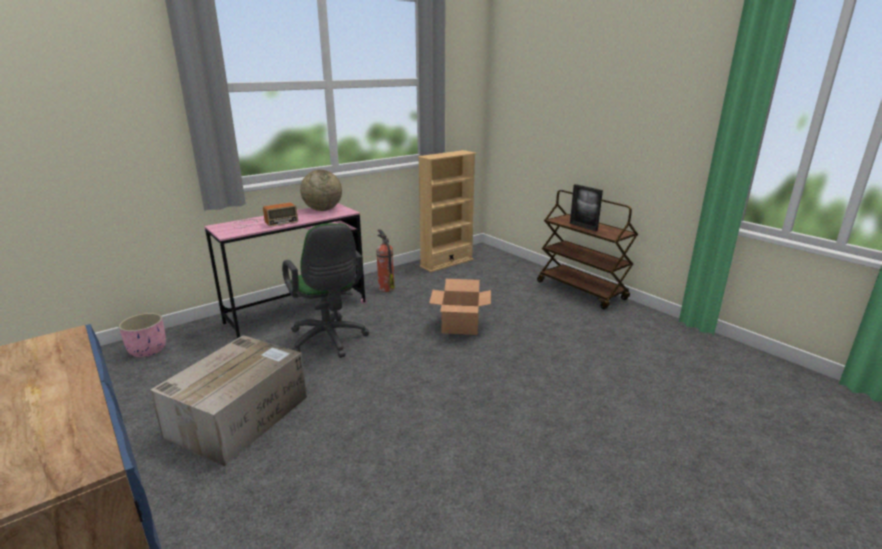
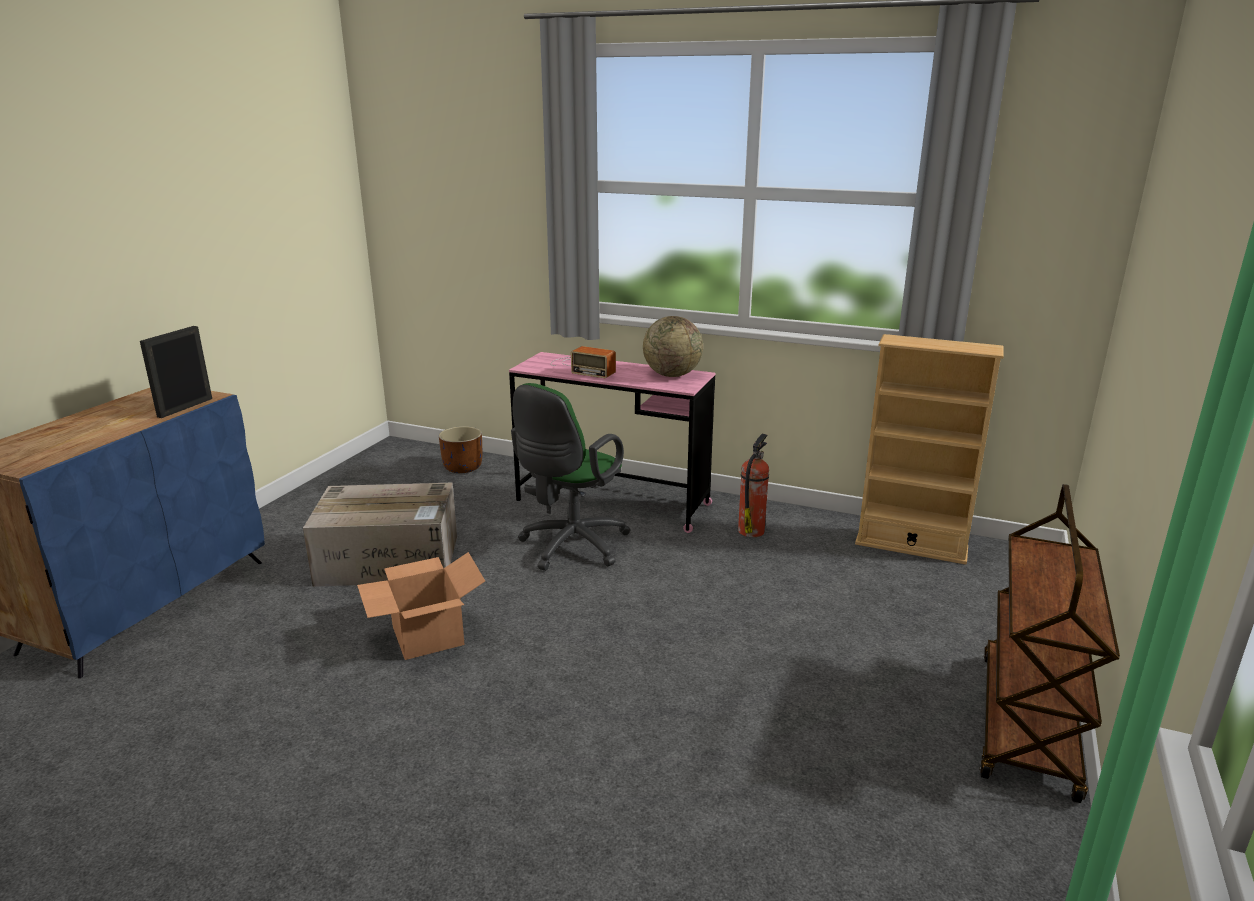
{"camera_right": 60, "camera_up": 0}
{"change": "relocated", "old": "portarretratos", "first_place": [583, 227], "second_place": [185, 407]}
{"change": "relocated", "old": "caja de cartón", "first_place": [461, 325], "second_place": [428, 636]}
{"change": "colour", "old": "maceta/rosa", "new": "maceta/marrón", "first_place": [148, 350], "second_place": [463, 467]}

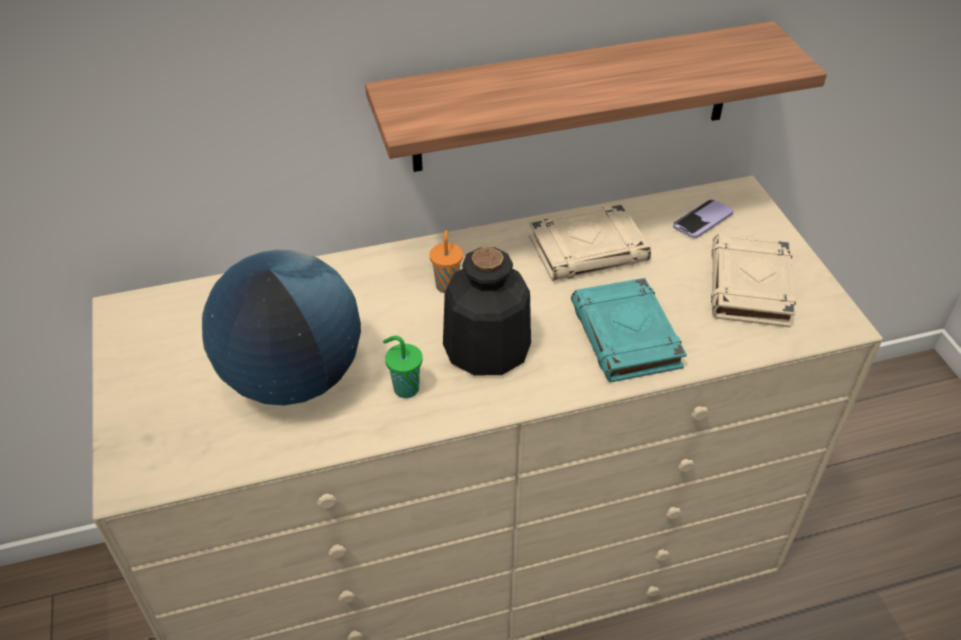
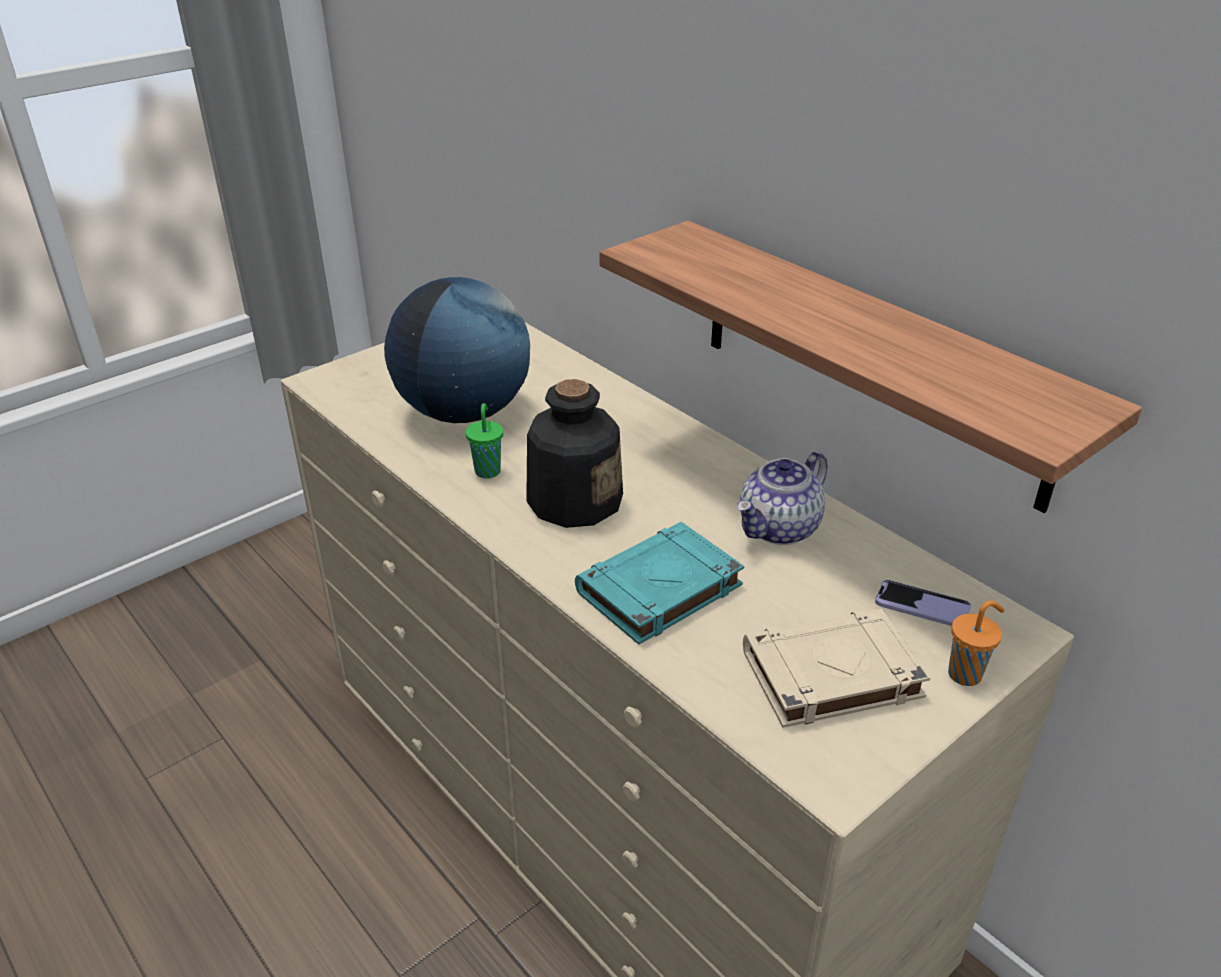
{"camera_right": 65, "camera_up": -10}
{"change": "exchanged", "old": "libro/beis", "new": "tetera", "first_place": [589, 249], "second_place": [779, 529]}
{"change": "relocated", "old": "taza/naranja", "first_place": [447, 285], "second_place": [966, 674]}

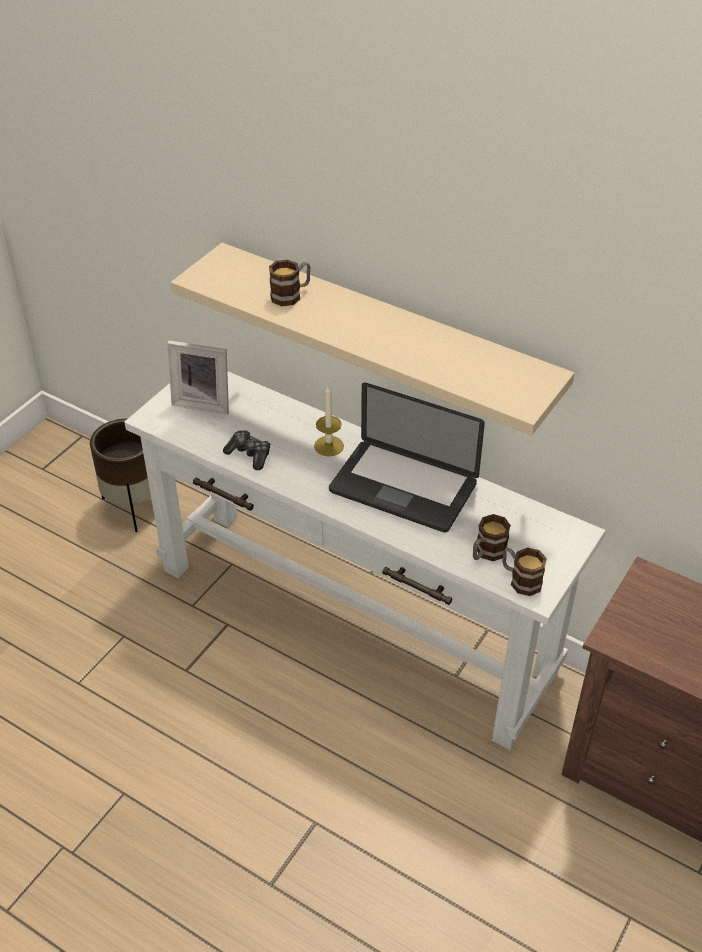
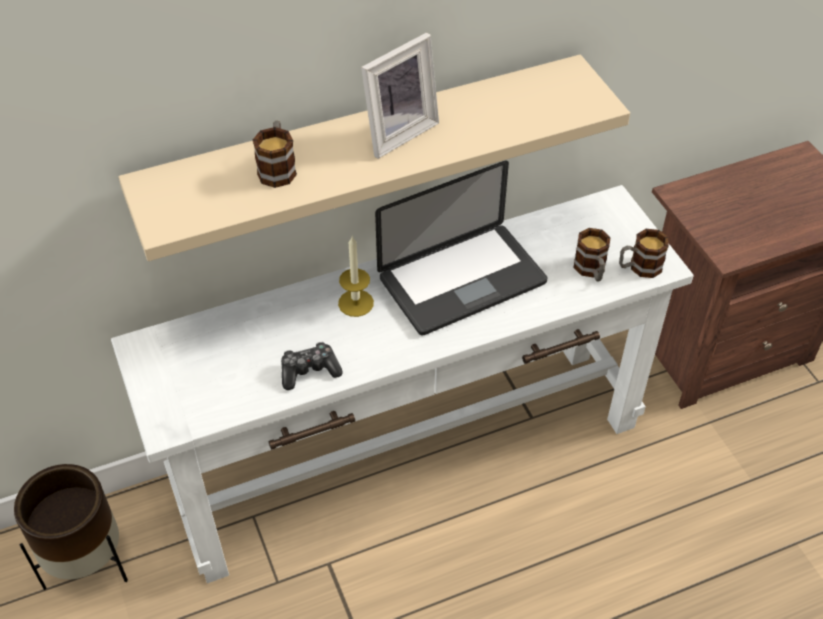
{"camera_right": -55, "camera_up": 5}
{"change": "relocated", "old": "portarretratos", "first_place": [203, 402], "second_place": [397, 132]}

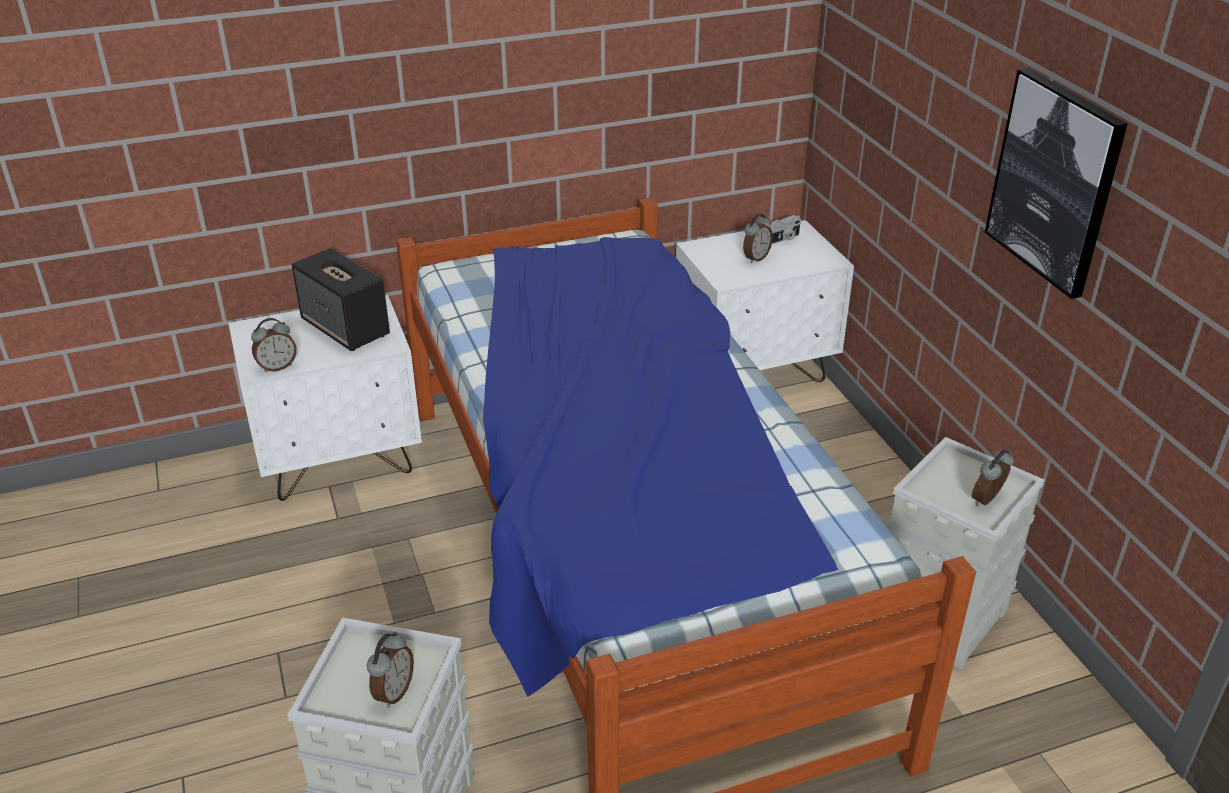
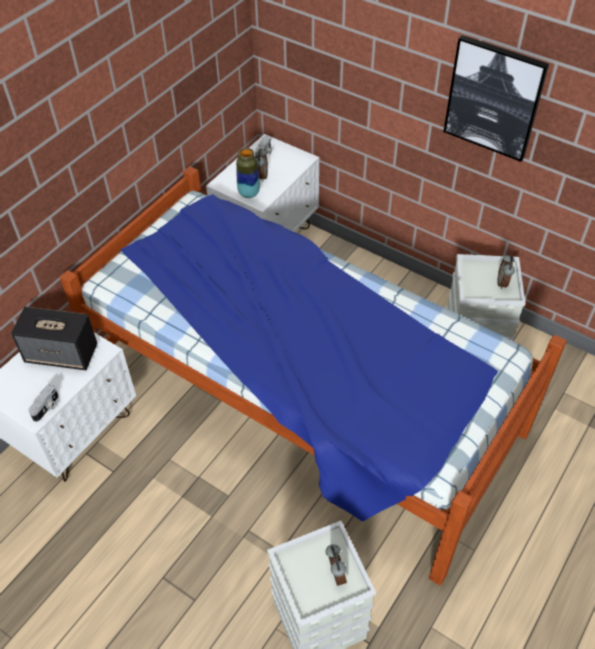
{"camera_right": -35, "camera_up": 15}
{"change": "exchanged", "old": "despertador", "new": "cámara", "first_place": [277, 367], "second_place": [47, 407]}
{"change": "appeared", "new": "florero", "second_place": [249, 193]}

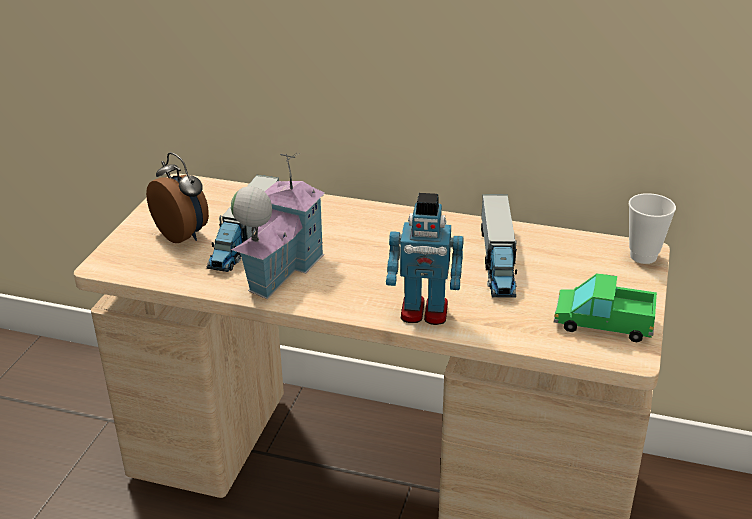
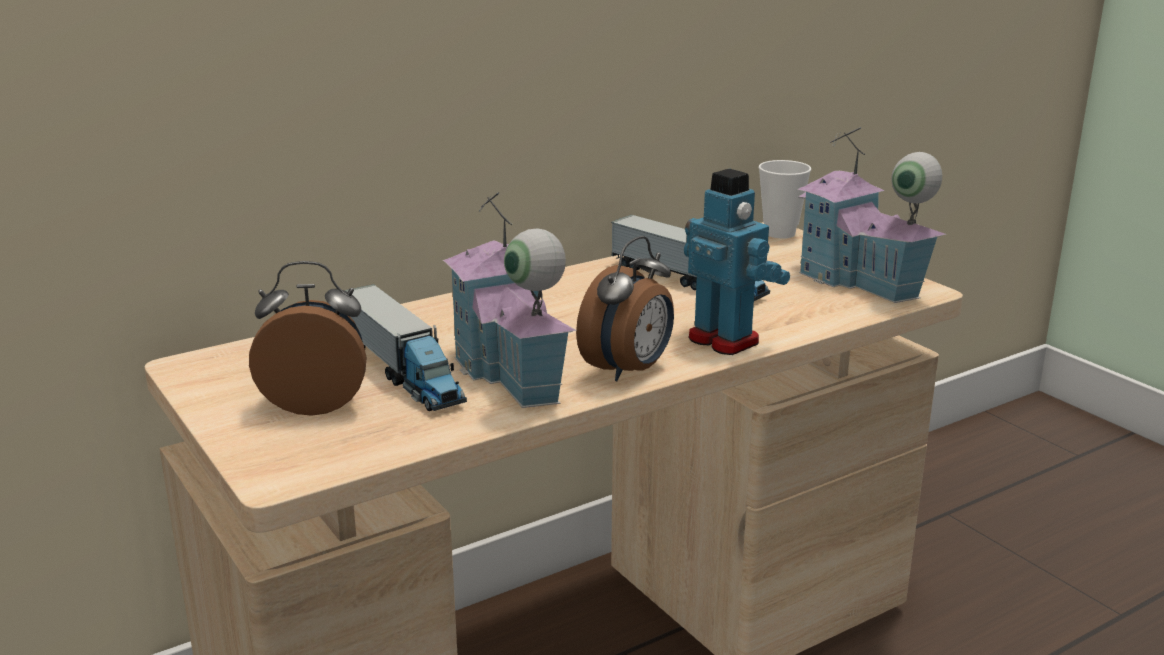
{"camera_right": -50, "camera_up": -10}
{"change": "spun", "old": "robot de juguete", "first_place": [424, 313], "second_place": [724, 340], "degrees": -90}
{"change": "exchanged", "old": "camión de juguete", "new": "casita", "first_place": [603, 323], "second_place": [858, 282]}
{"change": "appeared", "new": "despertador", "second_place": [629, 370]}

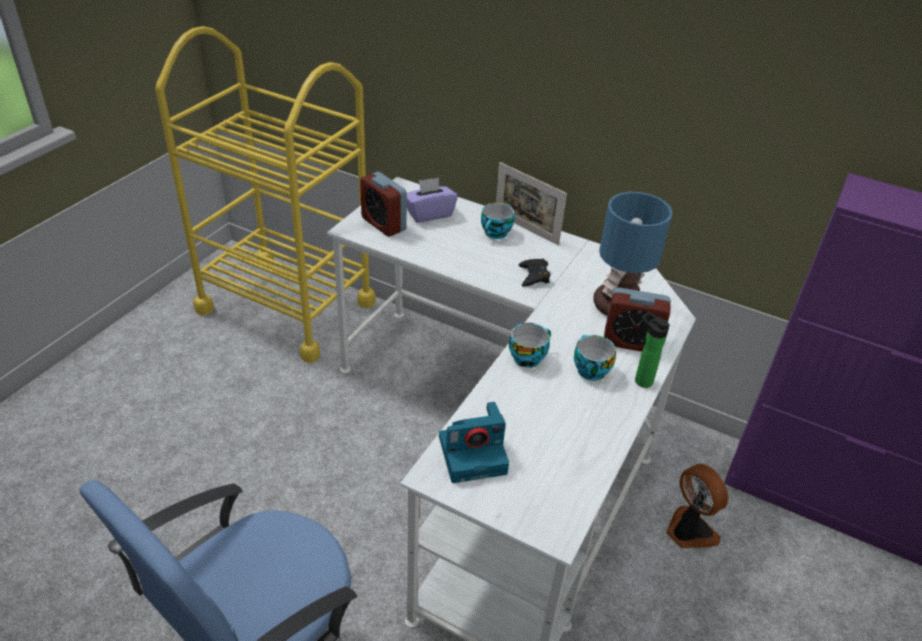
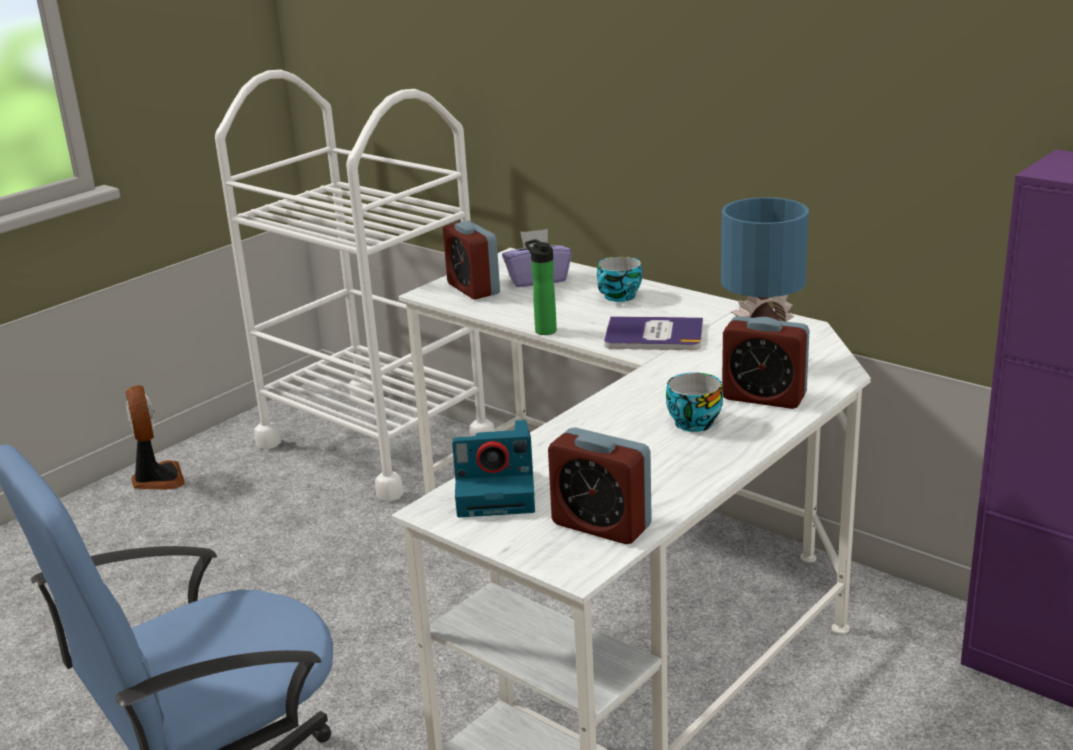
{"camera_right": 15, "camera_up": -15}
{"change": "colour", "old": "carrito/amarillo", "new": "carrito/blanco", "first_place": [287, 306], "second_place": [375, 443]}
{"change": "missing", "old": "portarretratos", "first_place": [526, 228]}
{"change": "exchanged", "old": "mando de consola/negro", "new": "libro", "first_place": [534, 276], "second_place": [654, 335]}
{"change": "relocated", "old": "botella", "first_place": [641, 380], "second_place": [543, 330]}
{"change": "missing", "old": "taza", "first_place": [528, 357]}
{"change": "relocated", "old": "ventilador", "first_place": [688, 531], "second_place": [157, 479]}
{"change": "appeared", "new": "despertador", "second_place": [601, 525]}

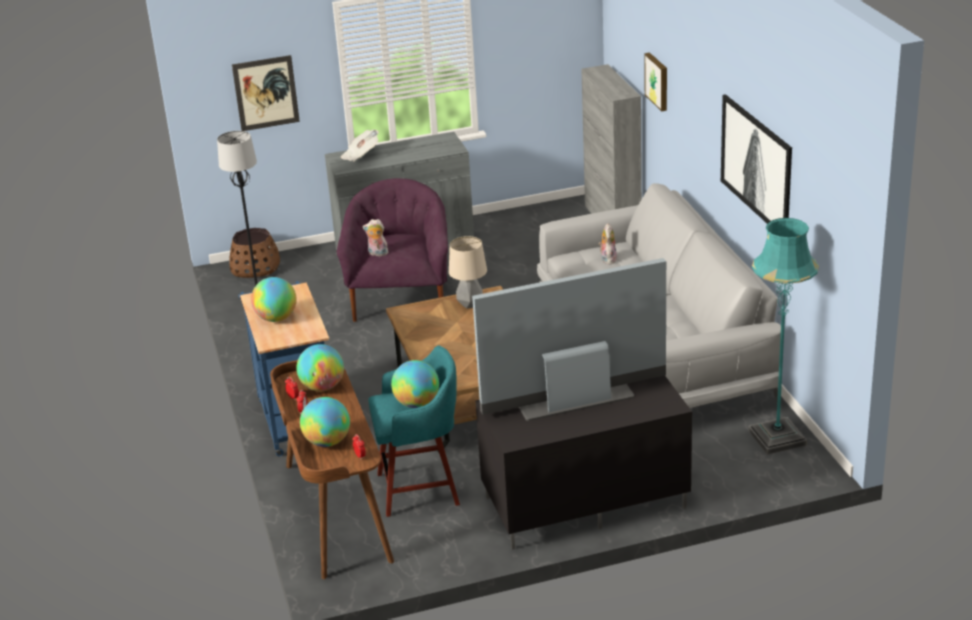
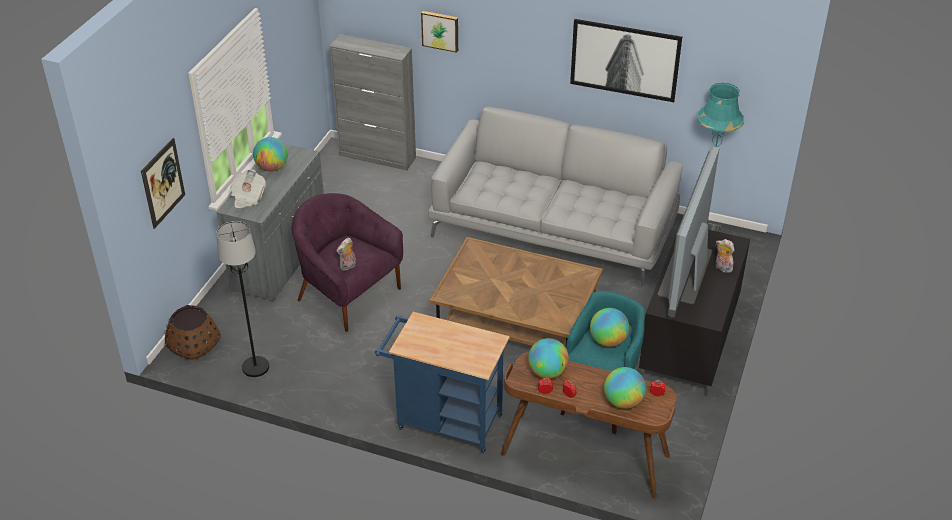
{"camera_right": -55, "camera_up": 10}
{"change": "relocated", "old": "peluche", "first_place": [607, 259], "second_place": [722, 268]}
{"change": "missing", "old": "lámpara de mesa", "first_place": [470, 304]}
{"change": "relocated", "old": "globo terráqueo", "first_place": [276, 318], "second_place": [272, 168]}

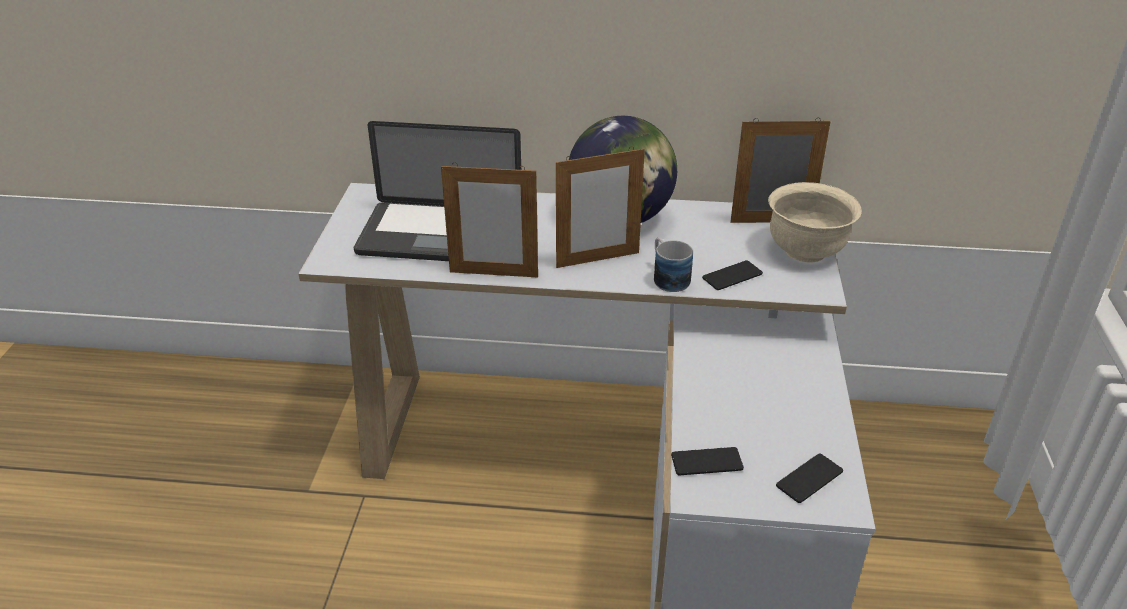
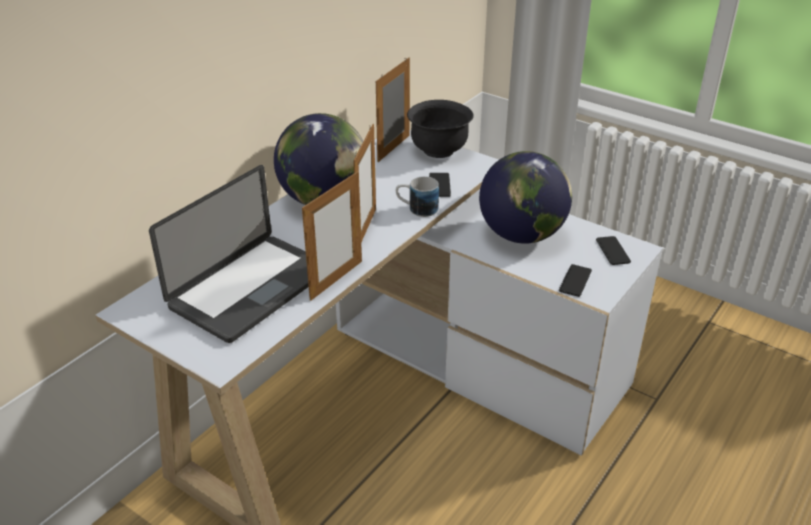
{"camera_right": -60, "camera_up": 0}
{"change": "colour", "old": "cuenco/beis", "new": "cuenco/negro", "first_place": [806, 251], "second_place": [439, 150]}
{"change": "appeared", "new": "globo terráqueo", "second_place": [522, 235]}

